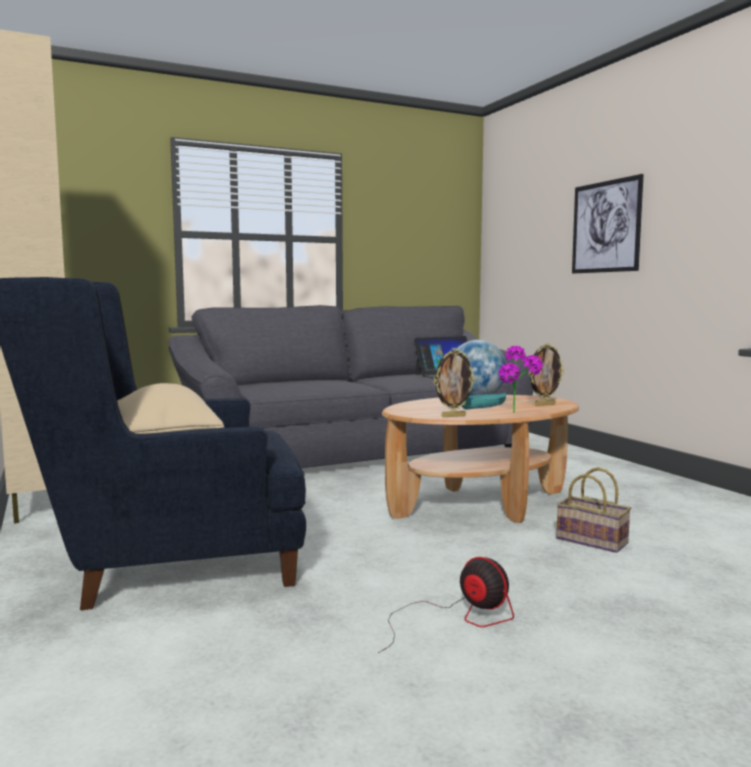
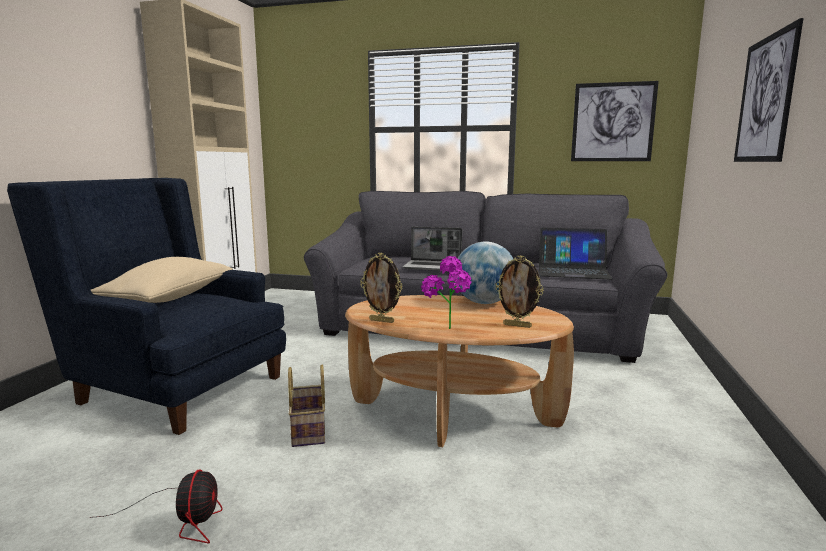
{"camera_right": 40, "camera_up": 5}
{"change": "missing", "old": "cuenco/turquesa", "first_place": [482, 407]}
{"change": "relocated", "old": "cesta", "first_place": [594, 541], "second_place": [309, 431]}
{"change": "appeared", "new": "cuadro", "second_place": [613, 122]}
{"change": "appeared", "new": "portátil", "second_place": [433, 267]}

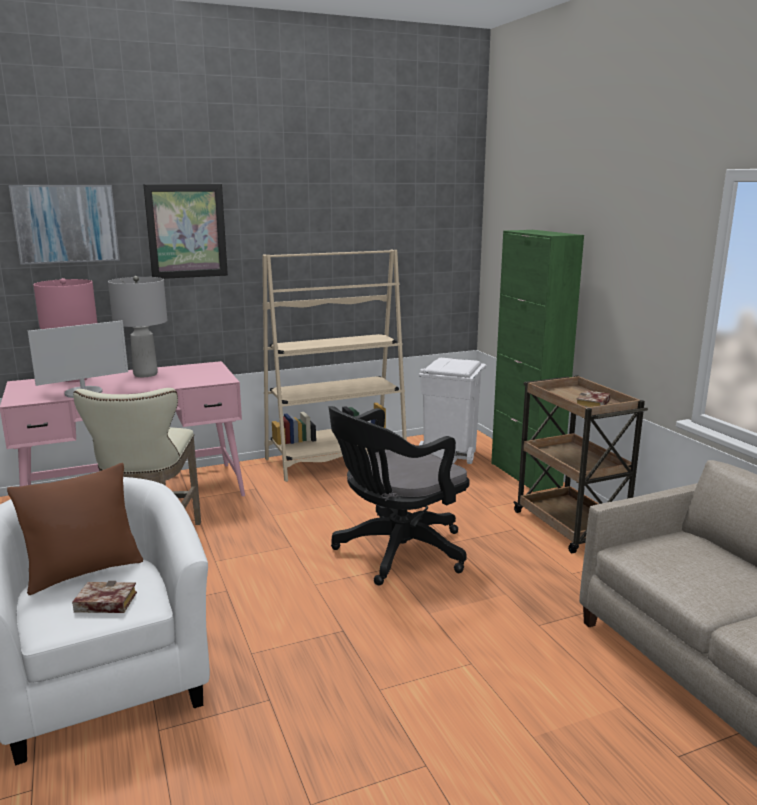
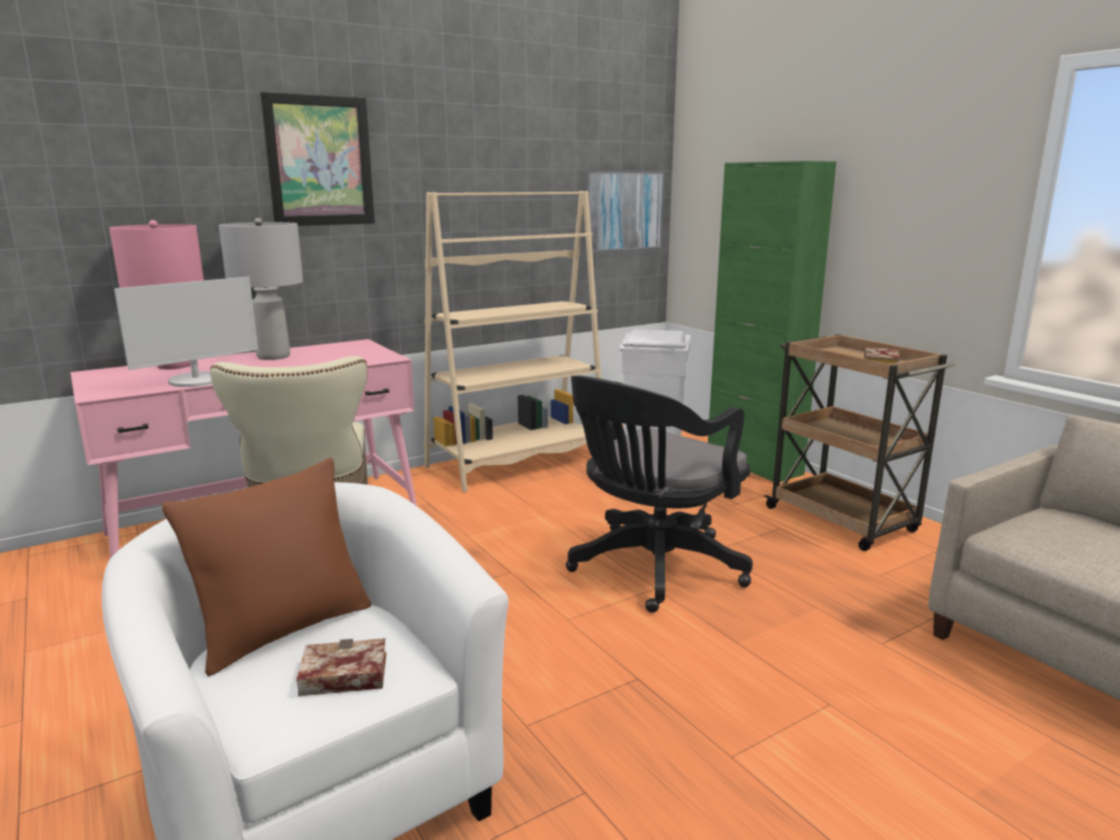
{"camera_right": -10, "camera_up": 0}
{"change": "relocated", "old": "cuadro", "first_place": [66, 224], "second_place": [623, 211]}

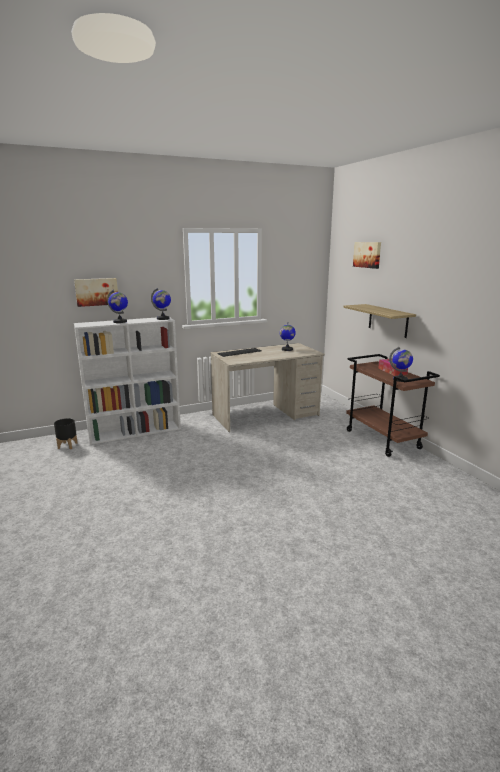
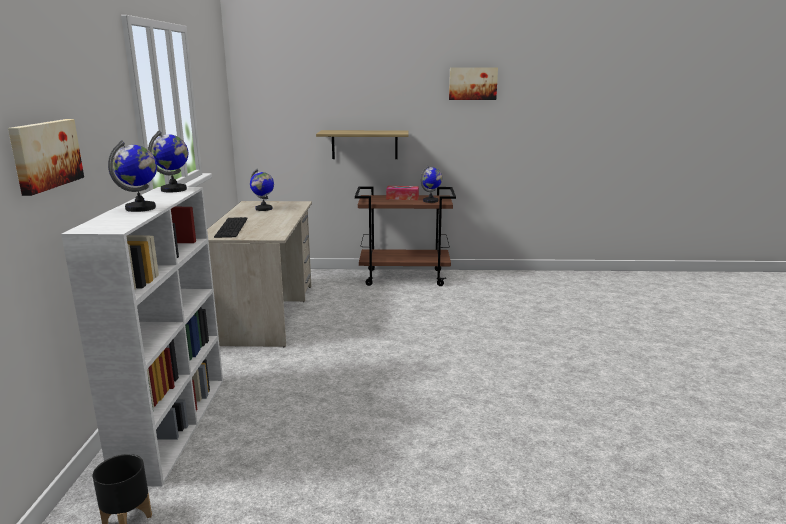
{"camera_right": -65, "camera_up": 0}
{"change": "relocated", "old": "cuadro", "first_place": [367, 254], "second_place": [472, 83]}

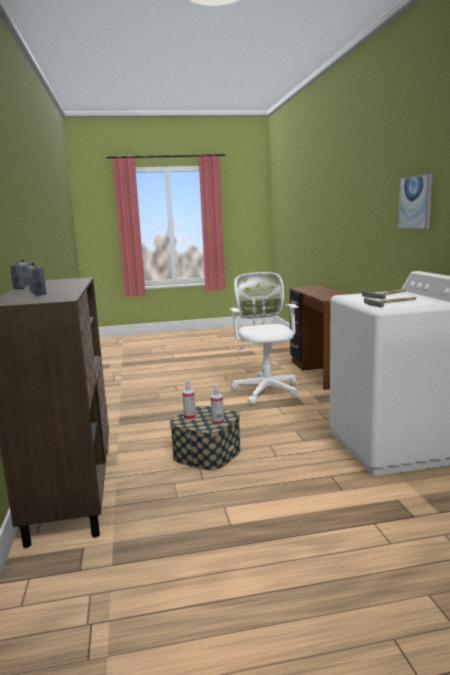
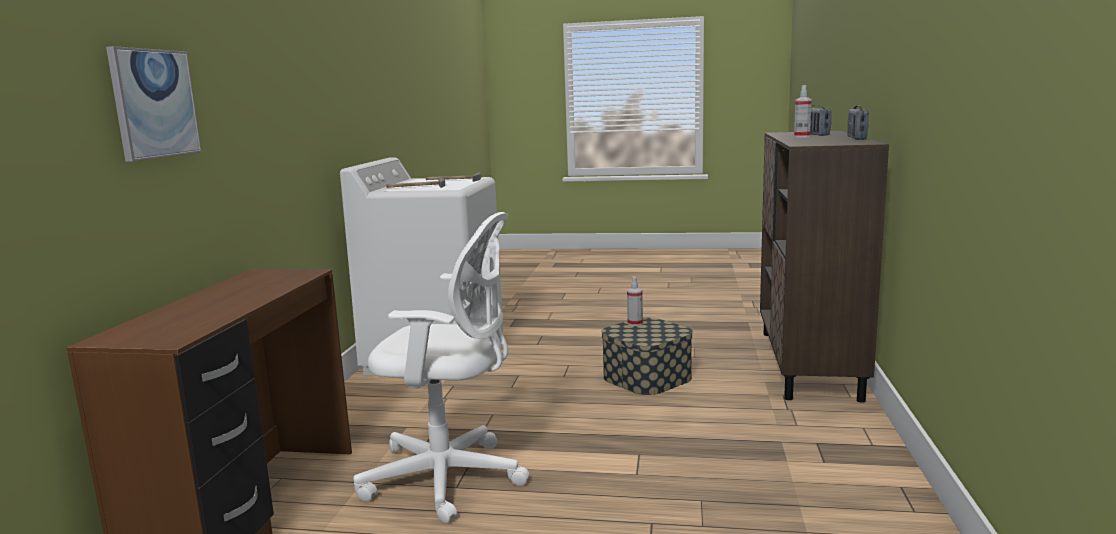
{"camera_right": -160, "camera_up": 0}
{"change": "relocated", "old": "cuadro", "first_place": [415, 202], "second_place": [154, 103]}
{"change": "spun", "old": "silla de oficina/blanco", "first_place": [266, 389], "second_place": [450, 479], "degrees": -90}
{"change": "relocated", "old": "pulverizador", "first_place": [190, 417], "second_place": [802, 137]}

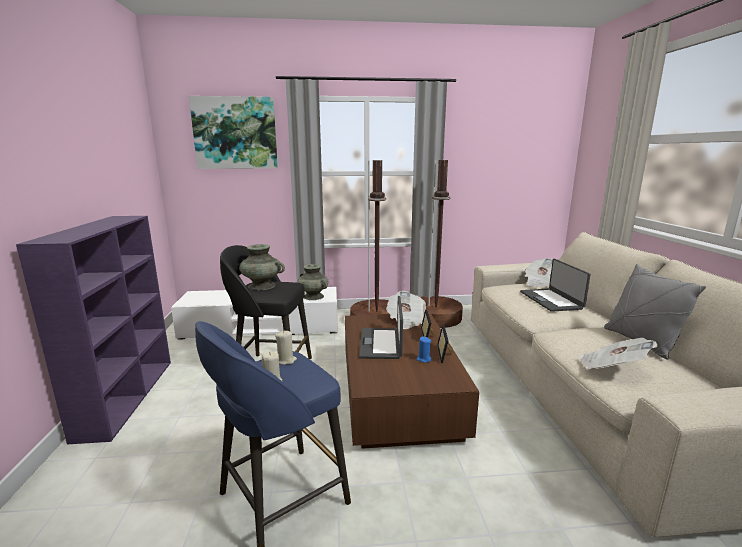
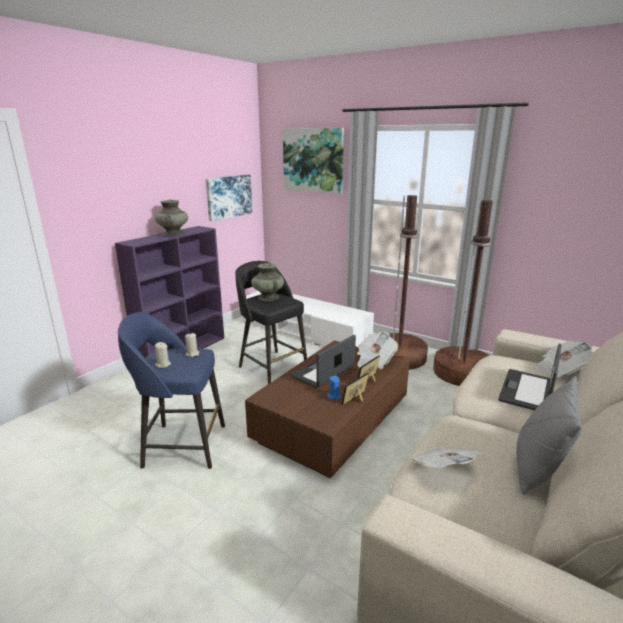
{"camera_right": 40, "camera_up": 5}
{"change": "relocated", "old": "florero/turquesa", "first_place": [313, 296], "second_place": [173, 234]}
{"change": "appeared", "new": "cuadro", "second_place": [228, 196]}

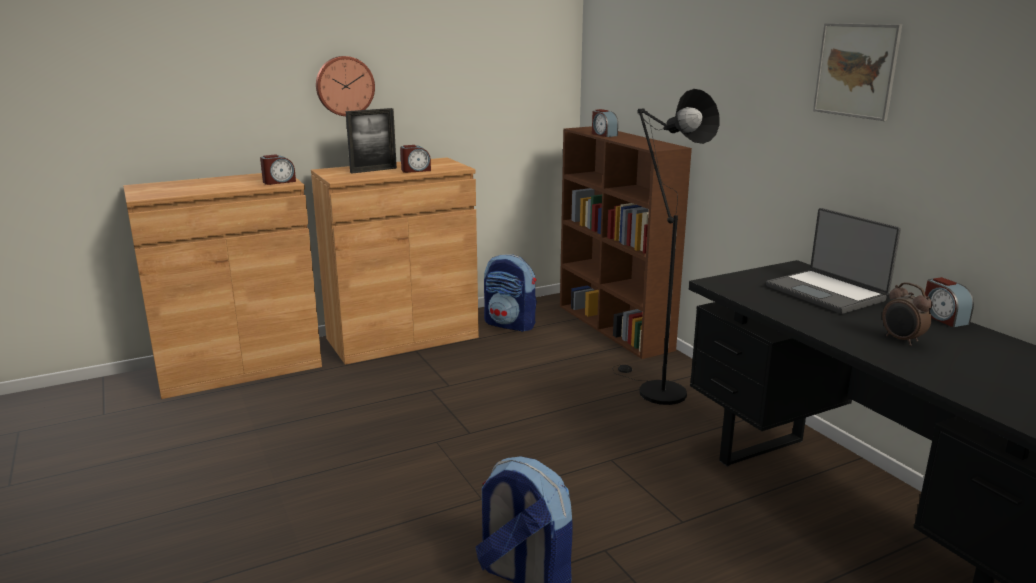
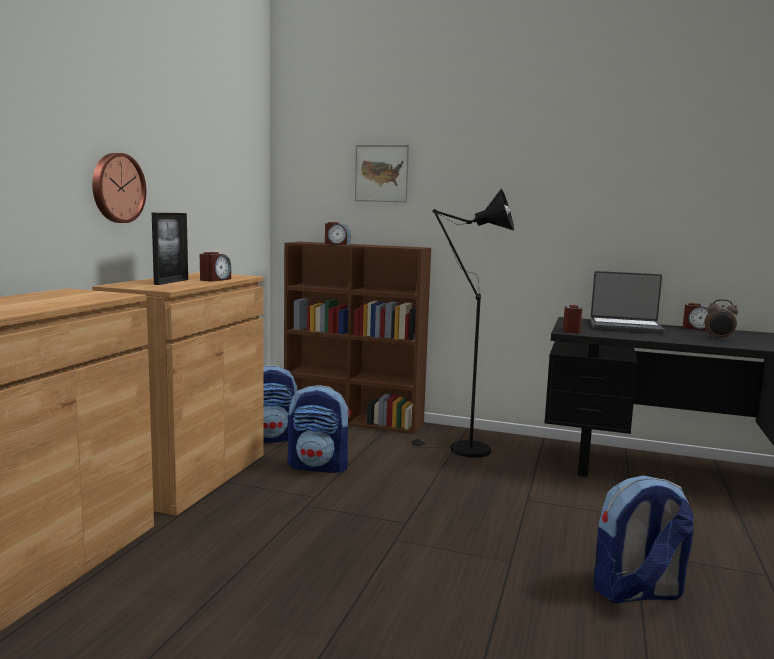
{"camera_right": -45, "camera_up": -10}
{"change": "relocated", "old": "cuadro", "first_place": [856, 70], "second_place": [382, 173]}
{"change": "relocated", "old": "despertador", "first_place": [279, 182], "second_place": [571, 330]}
{"change": "appeared", "new": "mochila", "second_place": [319, 466]}

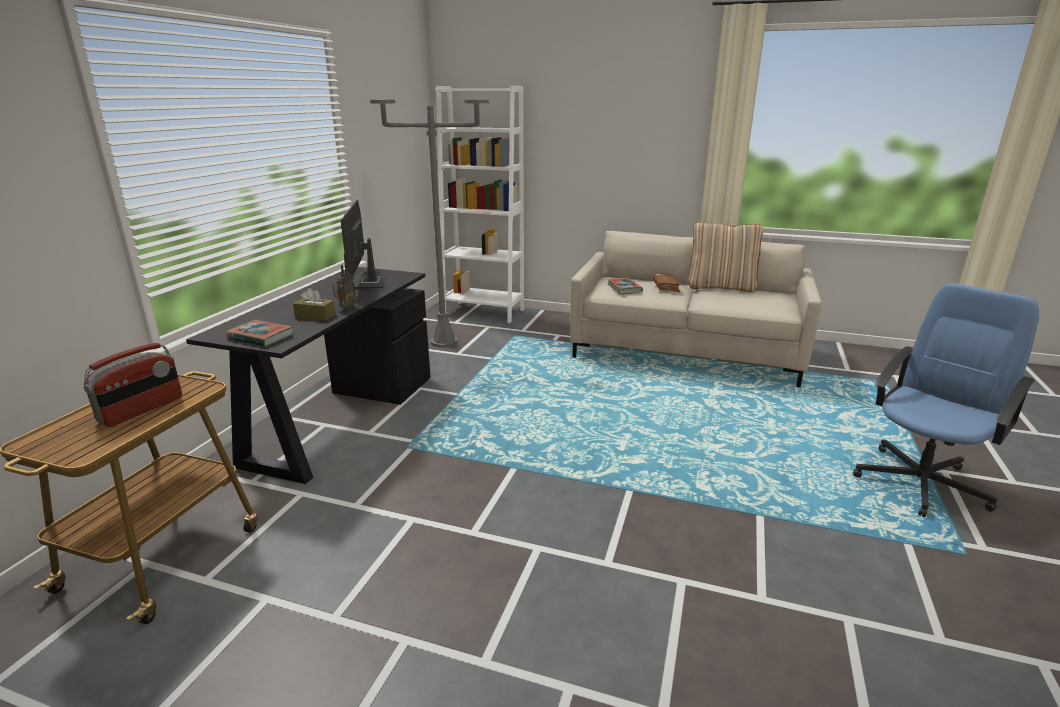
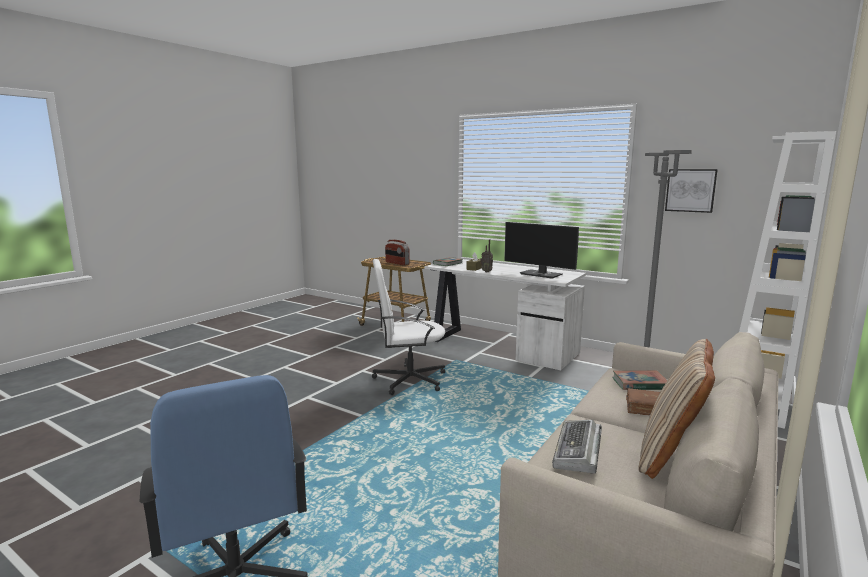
{"camera_right": 105, "camera_up": -10}
{"change": "spun", "old": "monitor", "first_place": [368, 282], "second_place": [542, 274], "degrees": -150}
{"change": "colour", "old": "escritorio/negro", "new": "escritorio/blanco", "first_place": [339, 418], "second_place": [500, 346]}
{"change": "appeared", "new": "cuadro", "second_place": [690, 190]}
{"change": "appeared", "new": "silla de oficina/blanco", "second_place": [408, 380]}
{"change": "appeared", "new": "teclado", "second_place": [578, 451]}

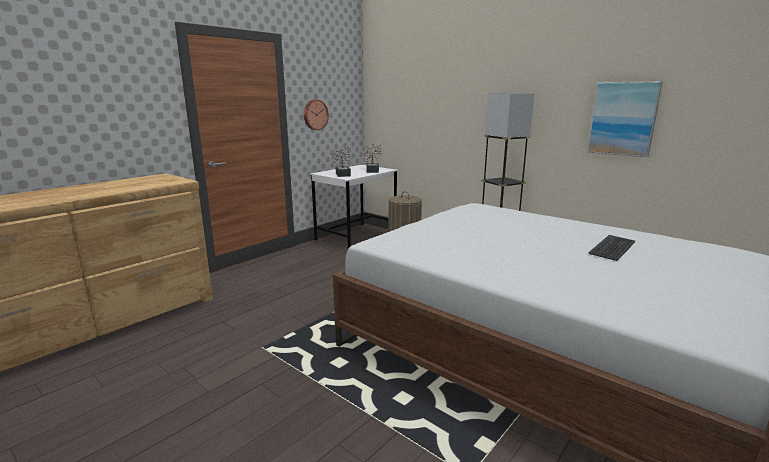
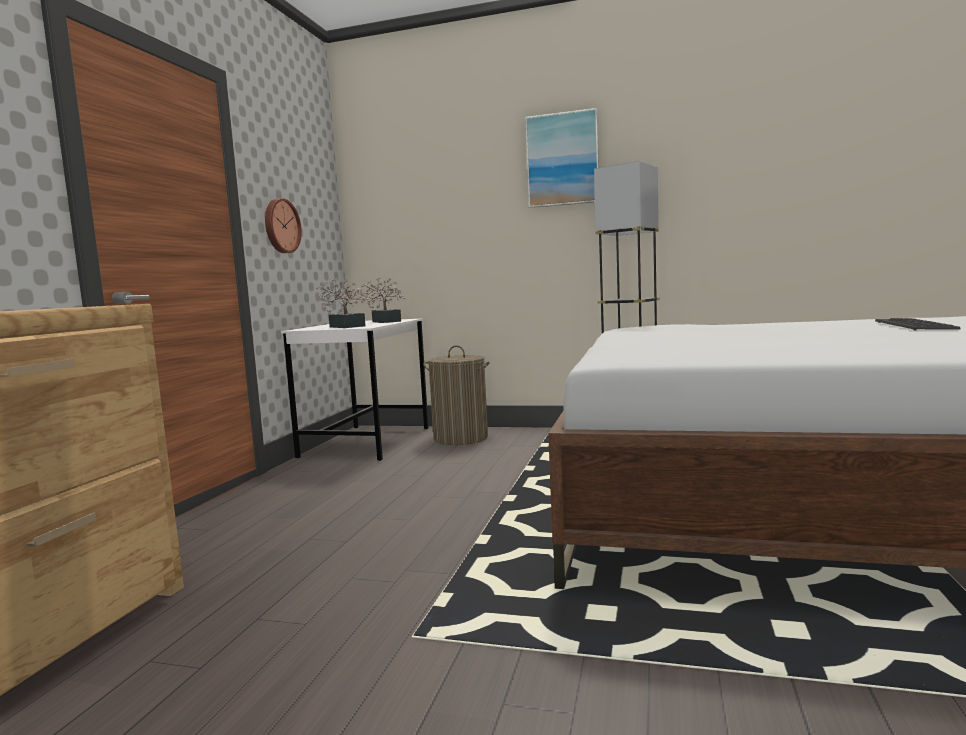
{"camera_right": -25, "camera_up": -10}
{"change": "relocated", "old": "cuadro", "first_place": [623, 118], "second_place": [562, 159]}

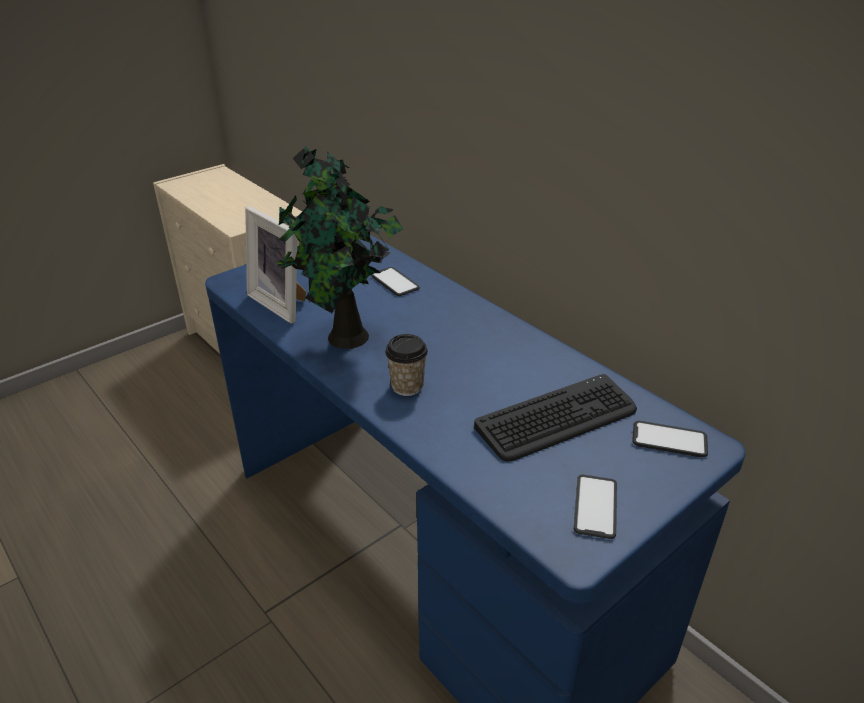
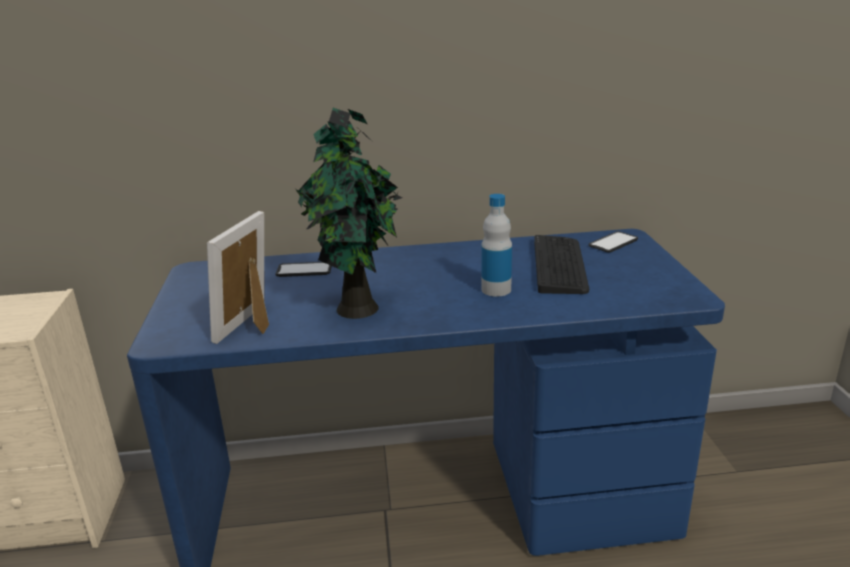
{"camera_right": -55, "camera_up": -10}
{"change": "spun", "old": "portarretratos", "first_place": [282, 303], "second_place": [253, 325], "degrees": 120}
{"change": "missing", "old": "taza", "first_place": [407, 386]}
{"change": "missing", "old": "móvil", "first_place": [595, 507]}
{"change": "appeared", "new": "botella", "second_place": [496, 289]}

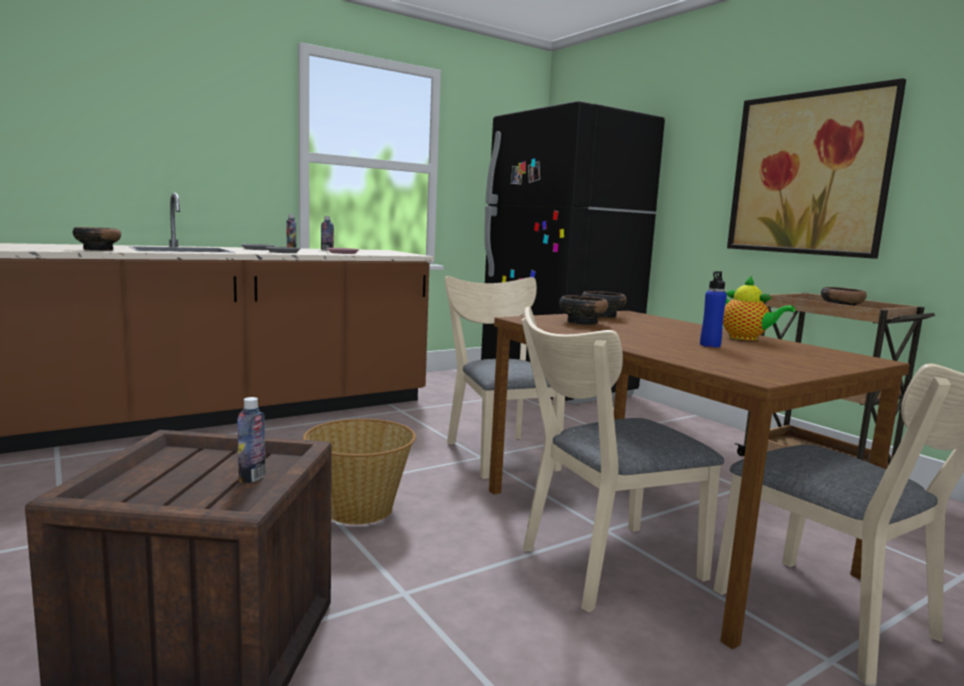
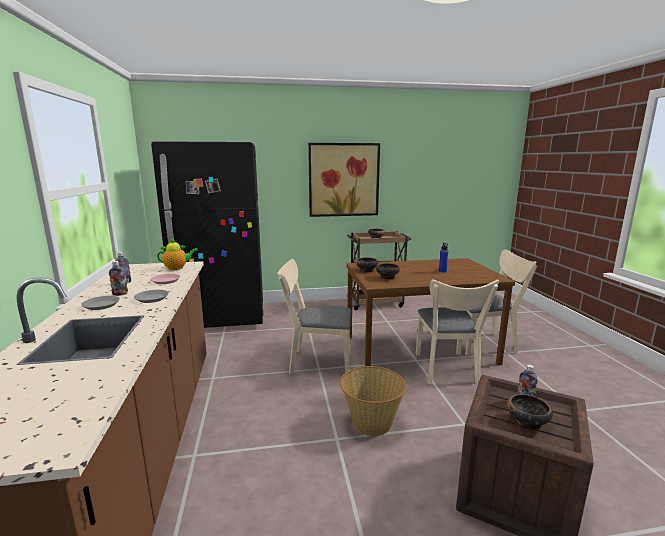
{"camera_right": -65, "camera_up": 5}
{"change": "relocated", "old": "cuenco", "first_place": [98, 250], "second_place": [526, 422]}
{"change": "relocated", "old": "tetera", "first_place": [746, 338], "second_place": [177, 268]}

